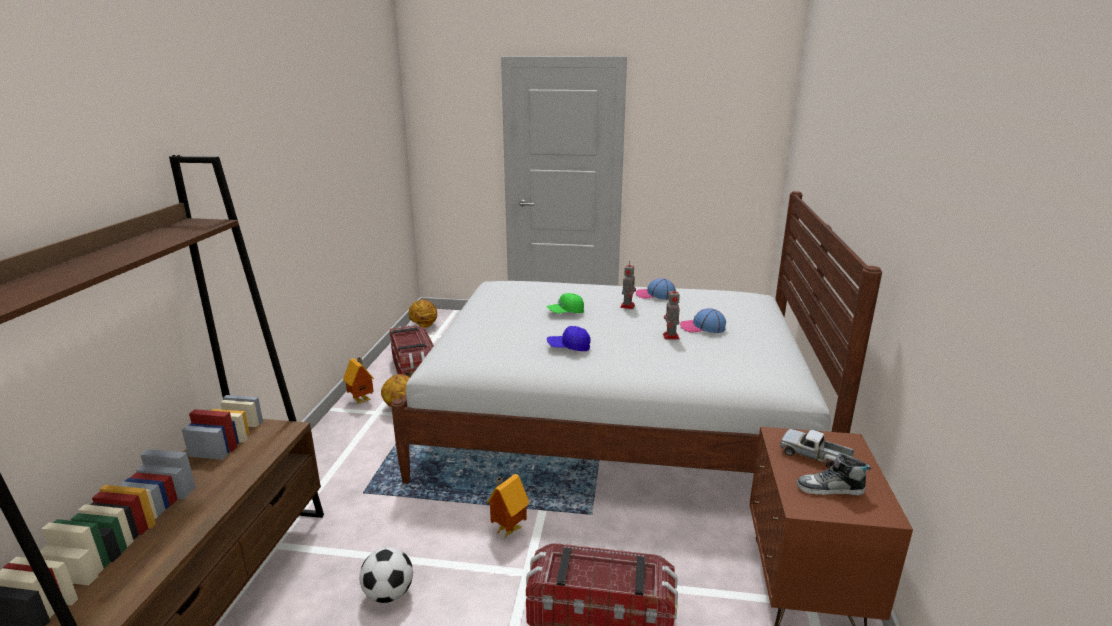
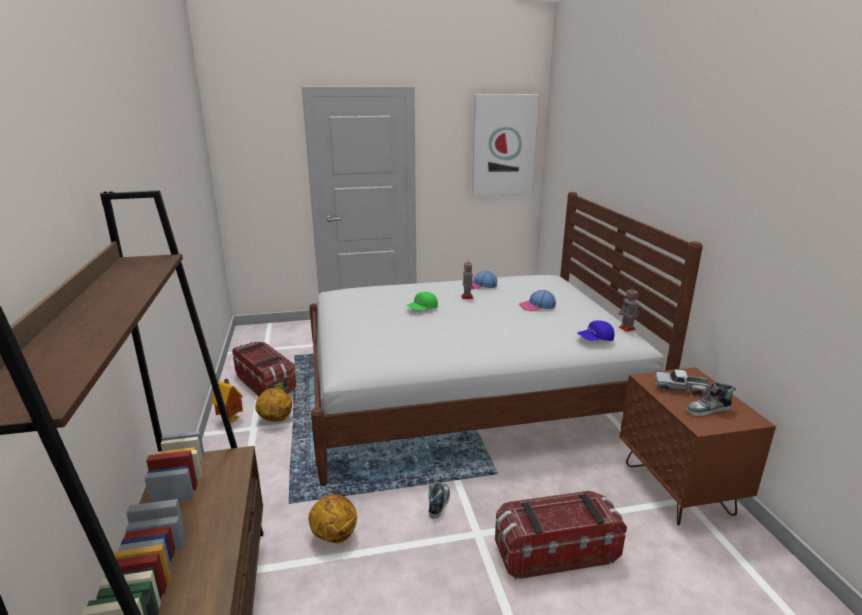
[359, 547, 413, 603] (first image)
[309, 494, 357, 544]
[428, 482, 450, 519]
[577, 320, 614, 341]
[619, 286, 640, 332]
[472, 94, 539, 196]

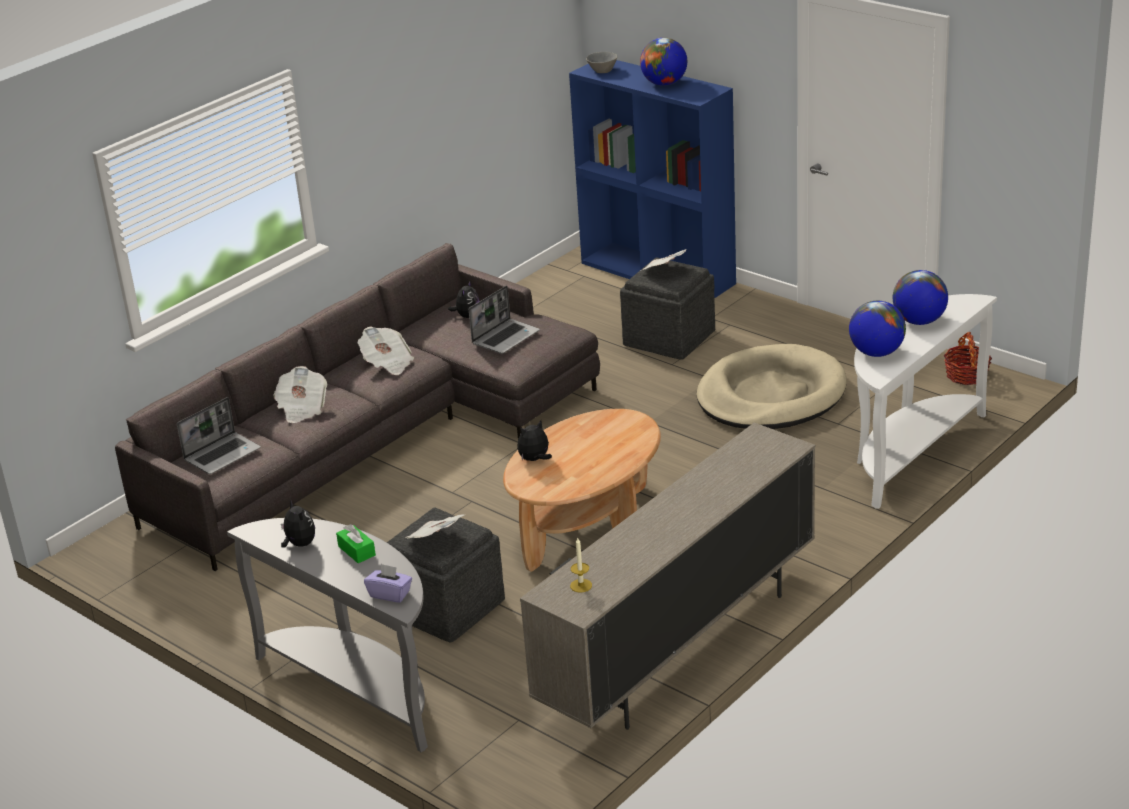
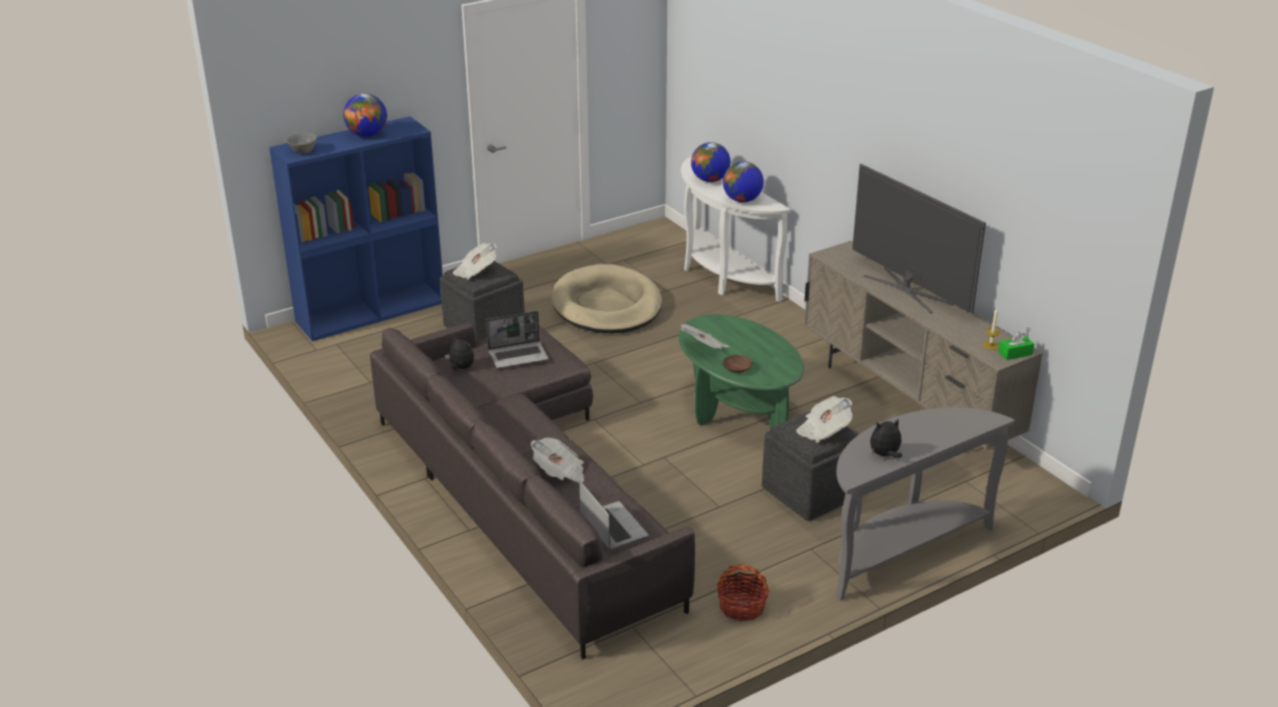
[998, 332, 1034, 360]
[680, 324, 729, 349]
[364, 564, 412, 603] (first image)
[486, 311, 549, 368]
[679, 314, 804, 429]
[723, 355, 752, 373]
[717, 564, 770, 621]
[852, 164, 986, 313]

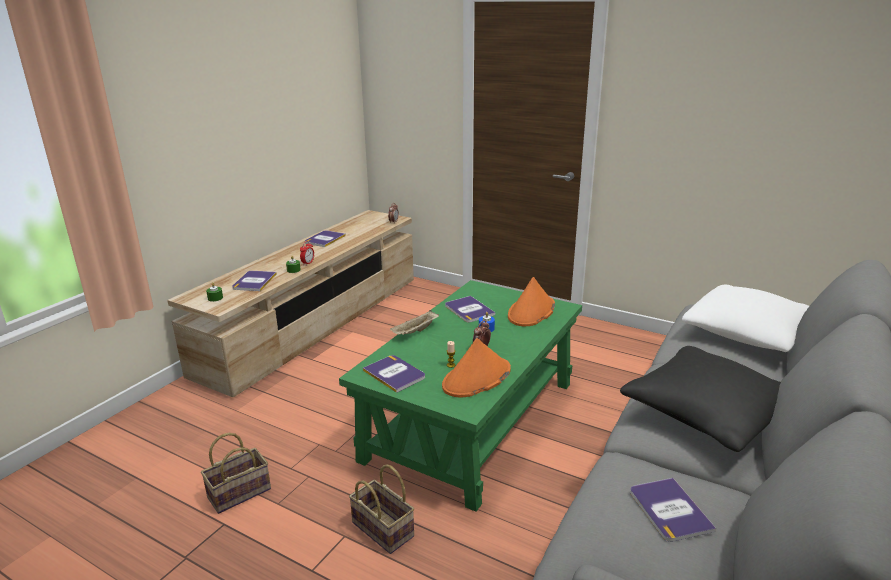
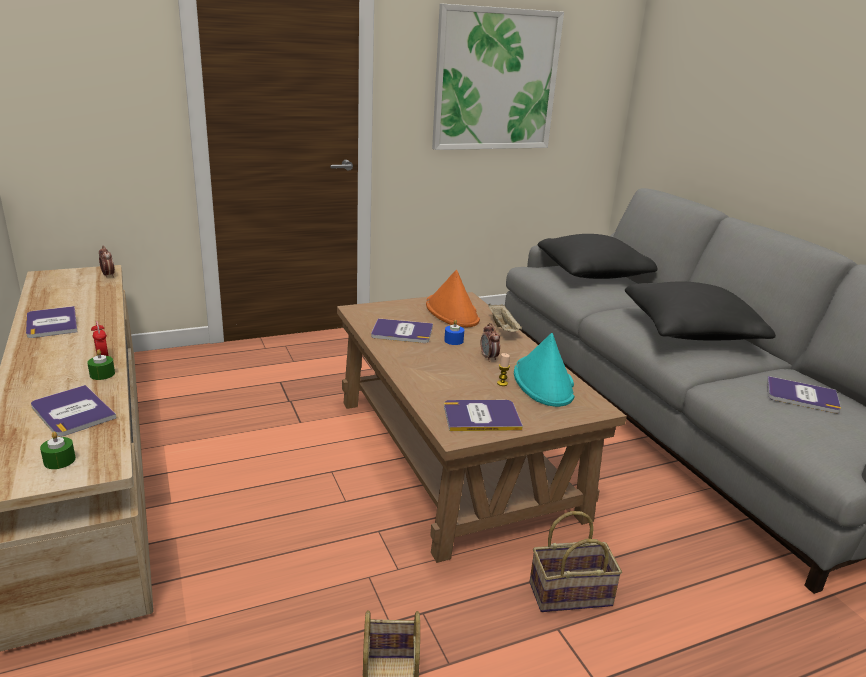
[337, 292, 627, 563]
[488, 303, 522, 332]
[514, 333, 574, 407]
[538, 234, 658, 279]
[432, 4, 564, 150]

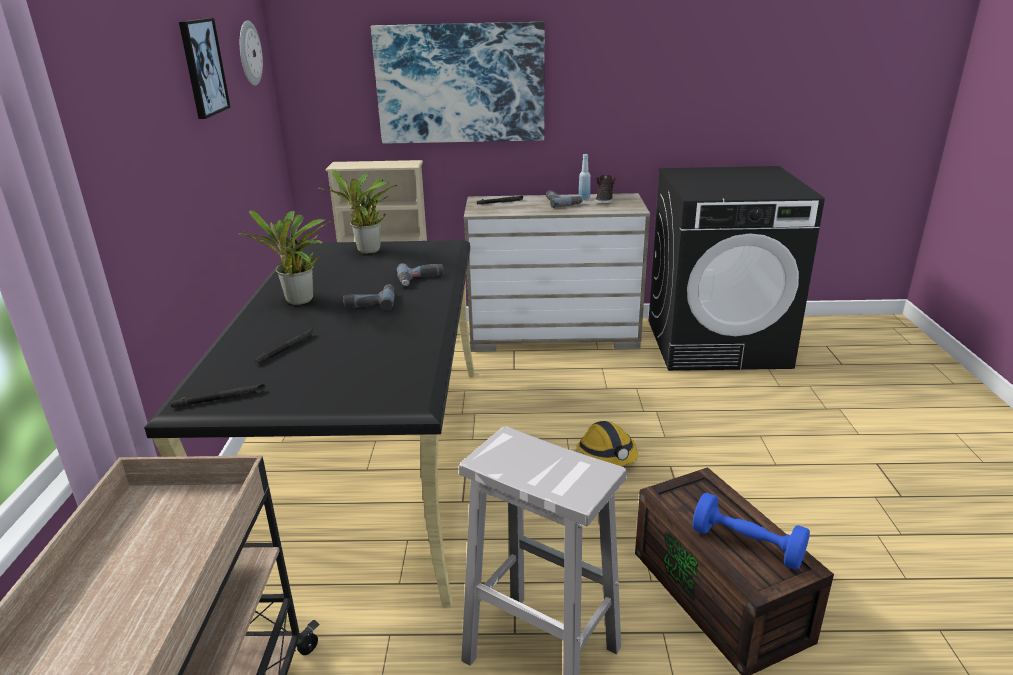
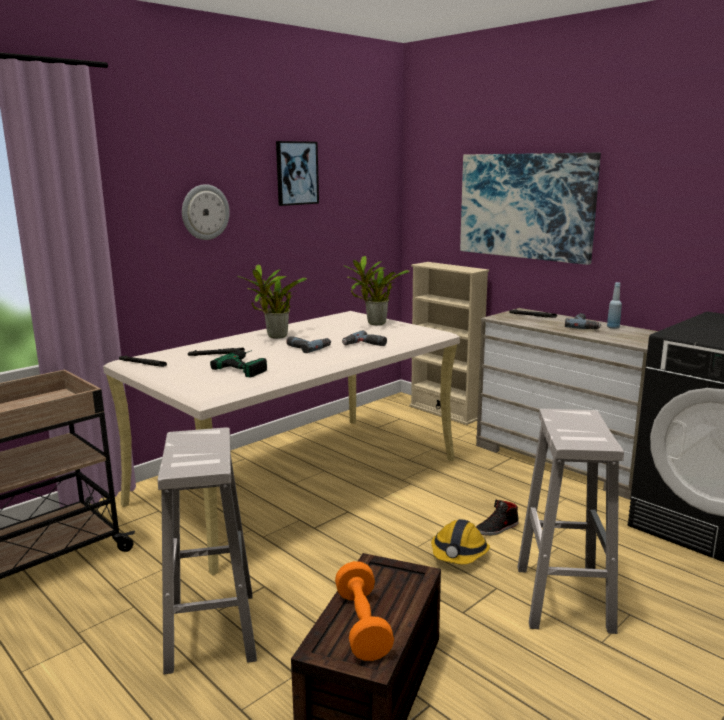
[103, 311, 460, 575]
[182, 184, 230, 240]
[476, 500, 519, 536]
[335, 561, 394, 661]
[210, 350, 267, 377]
[518, 409, 624, 634]

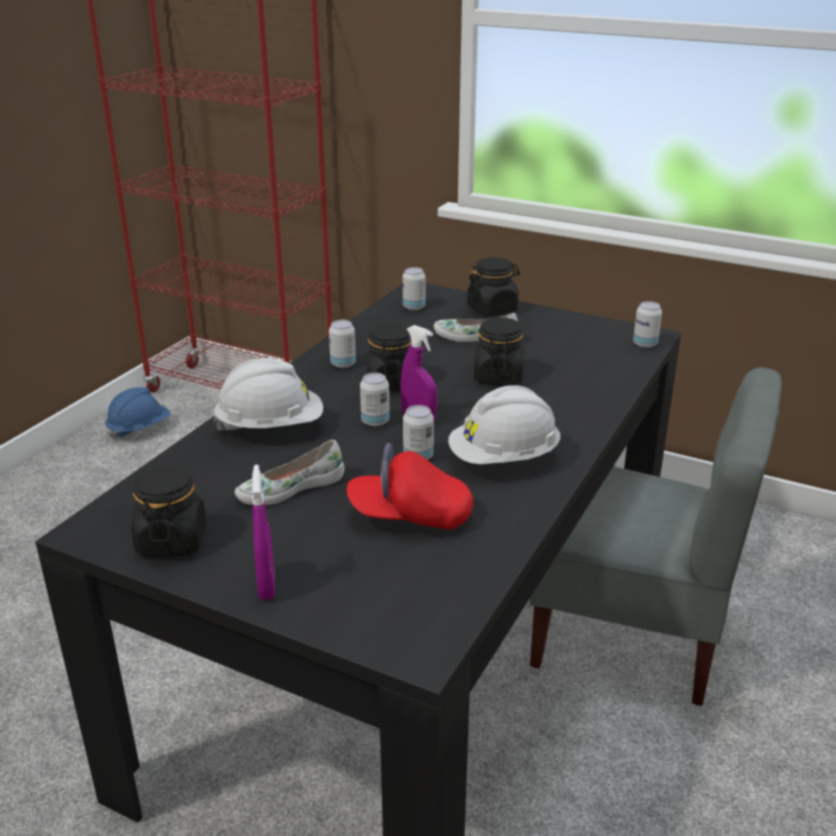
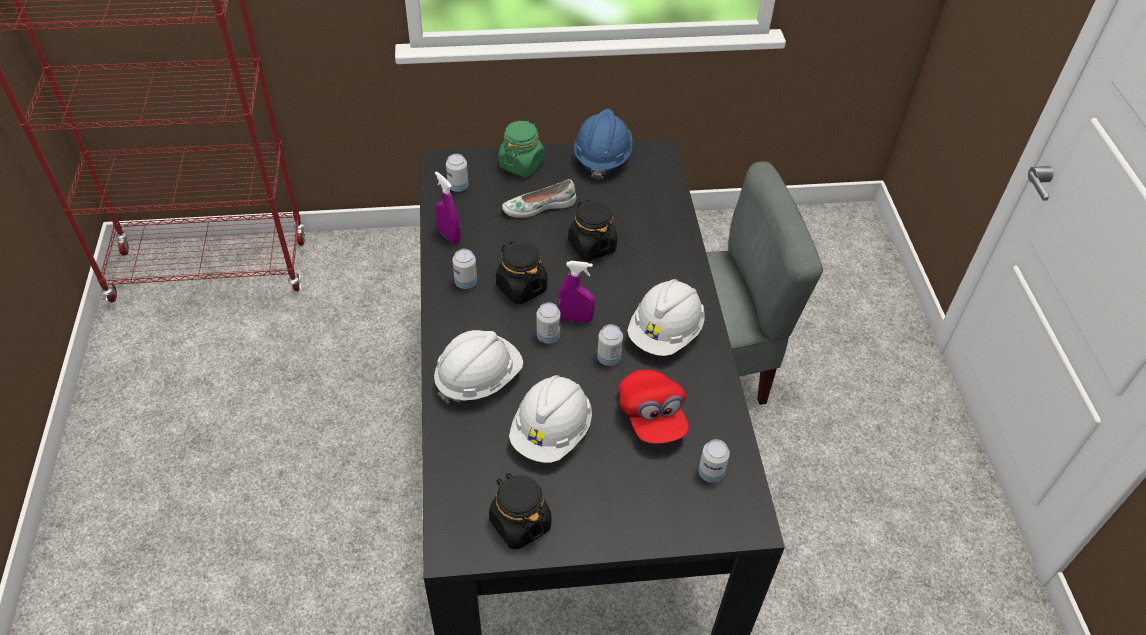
[574, 109, 633, 180]
[509, 375, 592, 463]
[435, 171, 461, 244]
[618, 370, 689, 444]
[499, 121, 545, 177]
[698, 439, 730, 483]

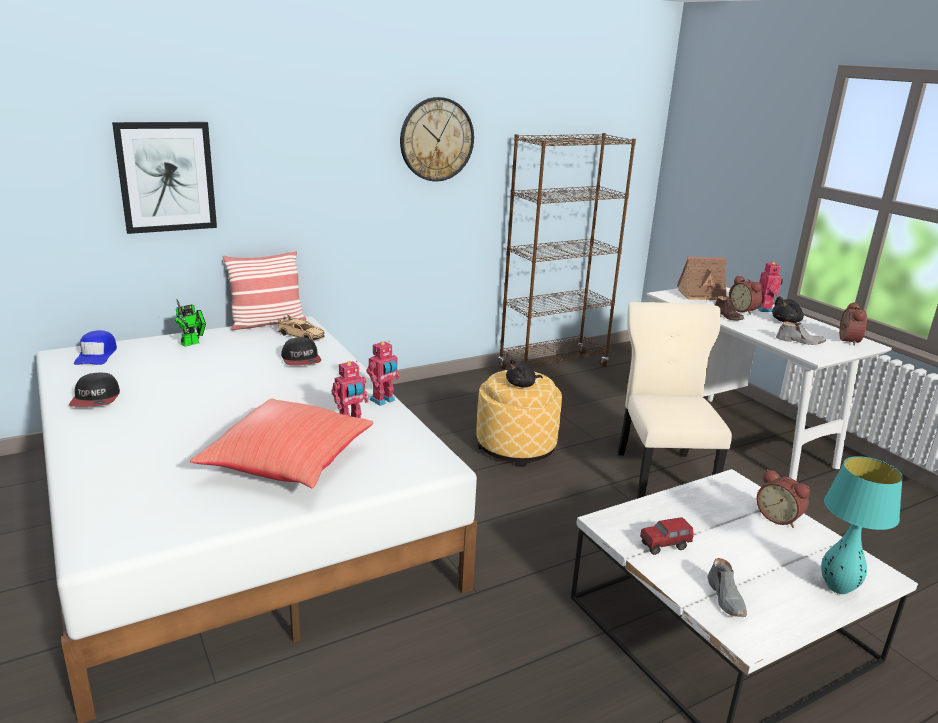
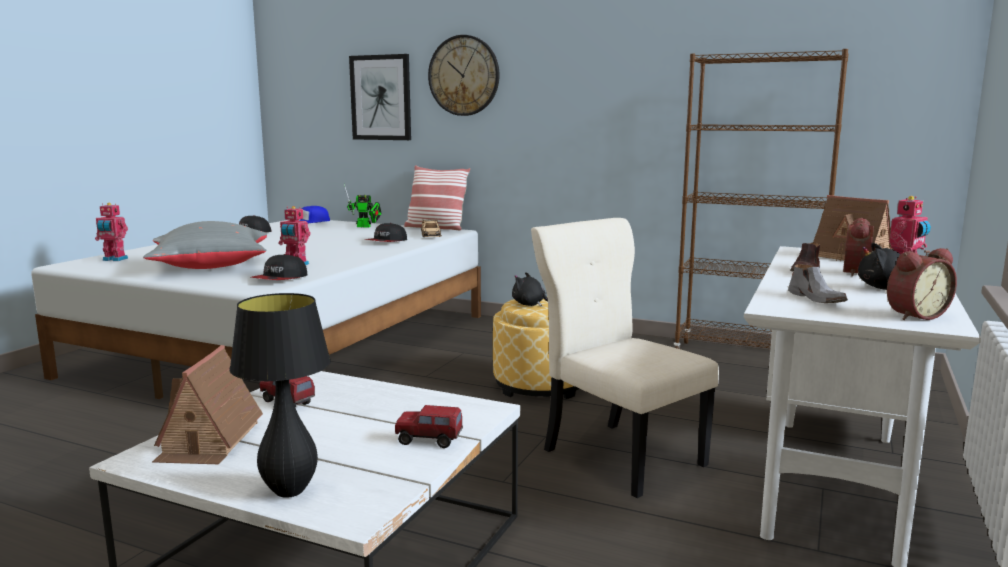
[143, 221, 267, 269]
[95, 203, 128, 261]
[428, 35, 500, 116]
[531, 218, 719, 498]
[152, 345, 263, 464]
[395, 405, 463, 448]
[229, 293, 331, 498]
[251, 254, 307, 280]

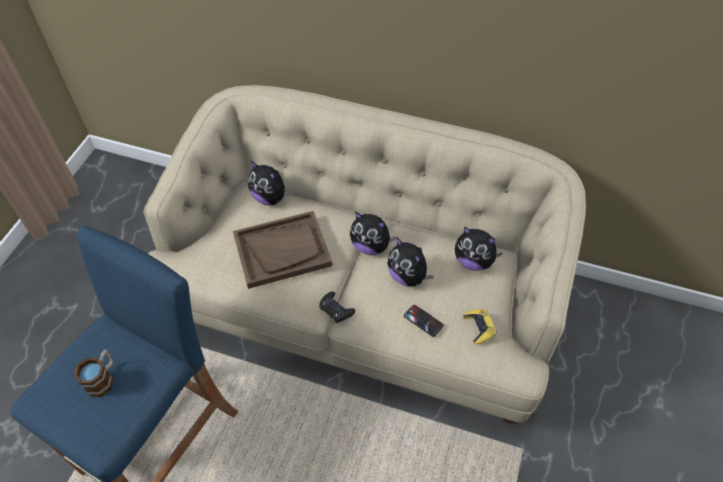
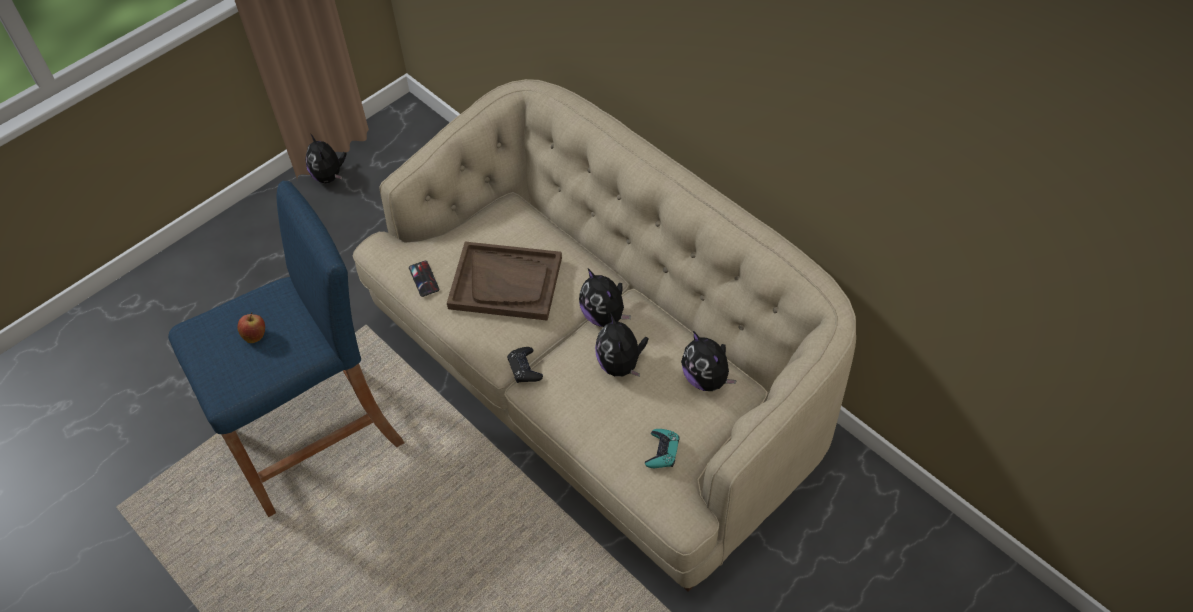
[237, 312, 265, 343]
[305, 134, 347, 183]
[409, 261, 439, 297]
[645, 429, 679, 468]

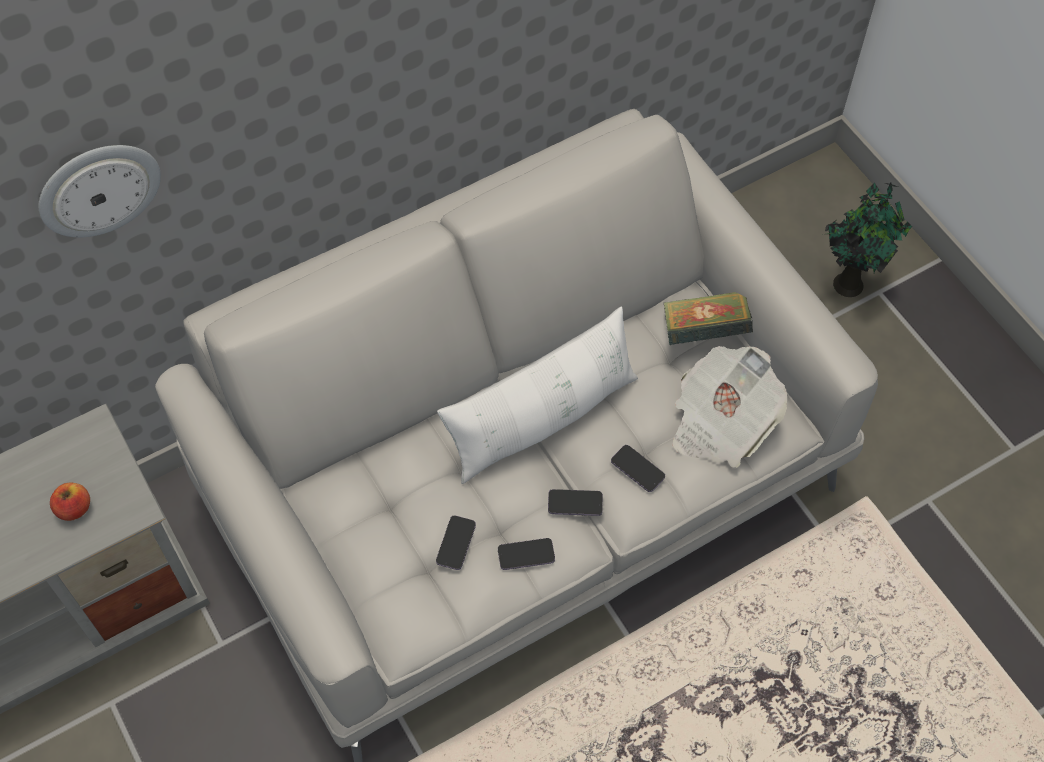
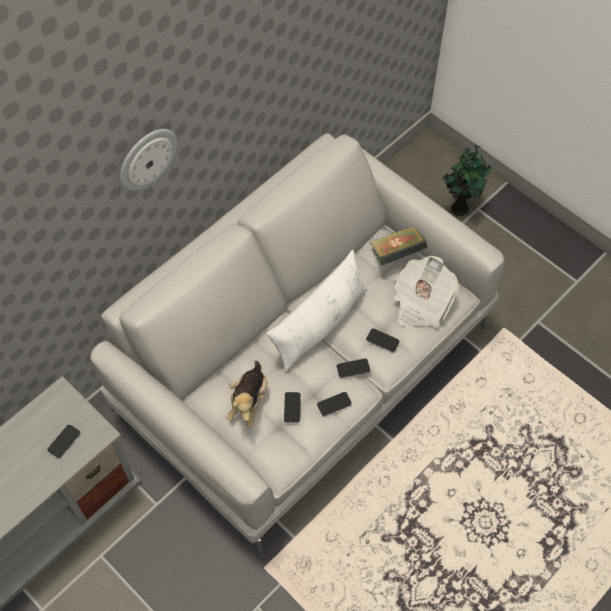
[120, 129, 177, 191]
[47, 425, 80, 458]
[227, 361, 267, 428]

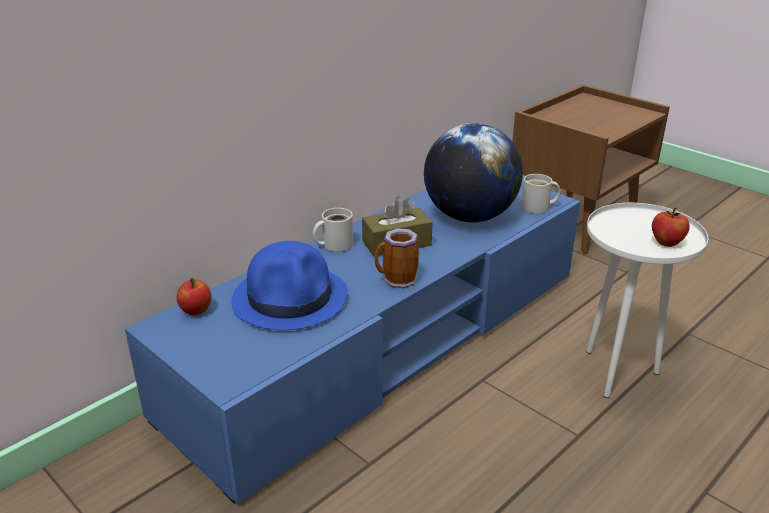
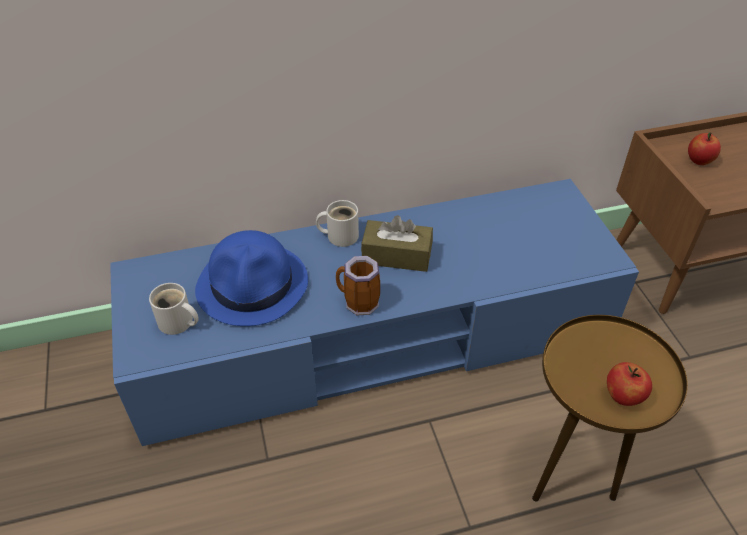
[688, 132, 721, 165]
[424, 123, 523, 222] (first image)
[149, 283, 199, 335]
[532, 315, 688, 501]

